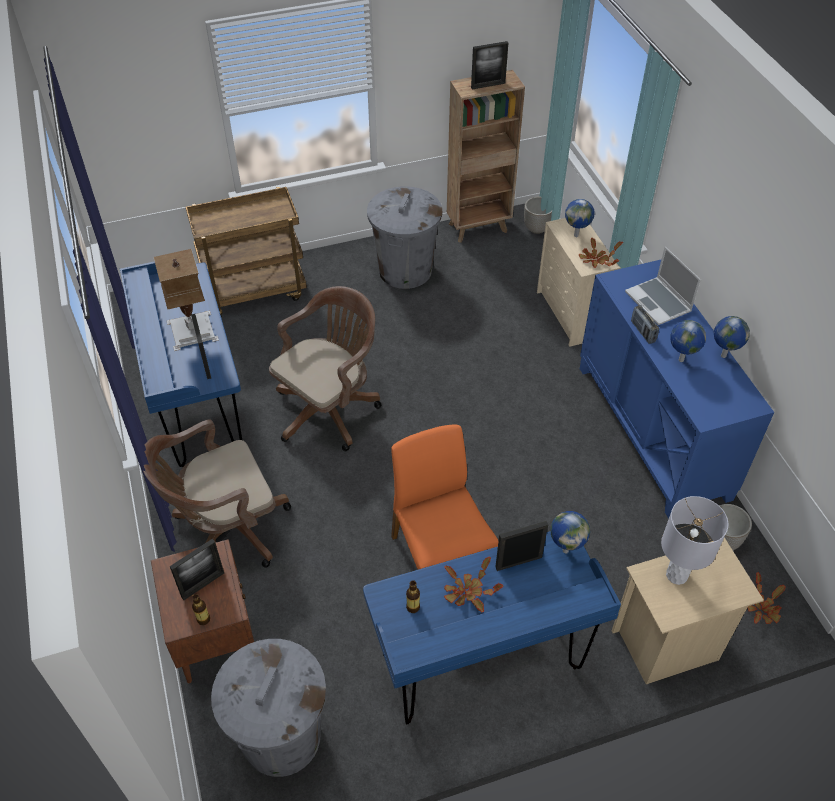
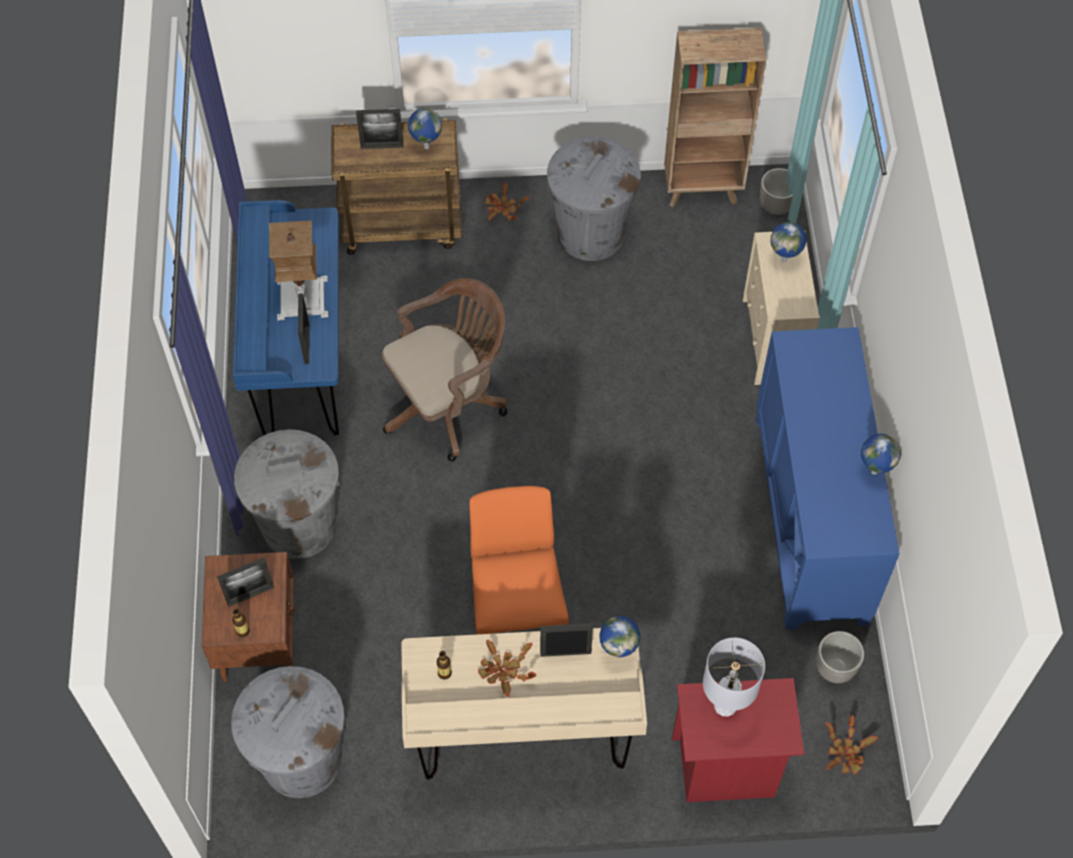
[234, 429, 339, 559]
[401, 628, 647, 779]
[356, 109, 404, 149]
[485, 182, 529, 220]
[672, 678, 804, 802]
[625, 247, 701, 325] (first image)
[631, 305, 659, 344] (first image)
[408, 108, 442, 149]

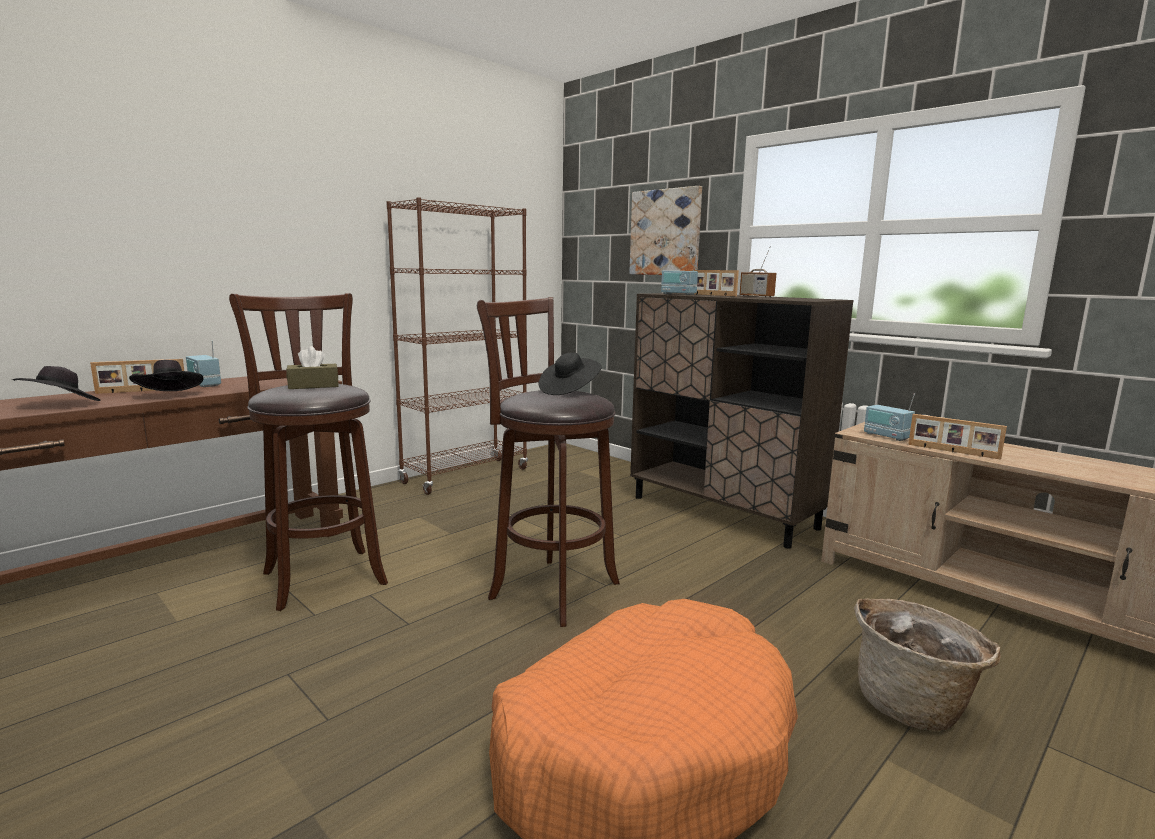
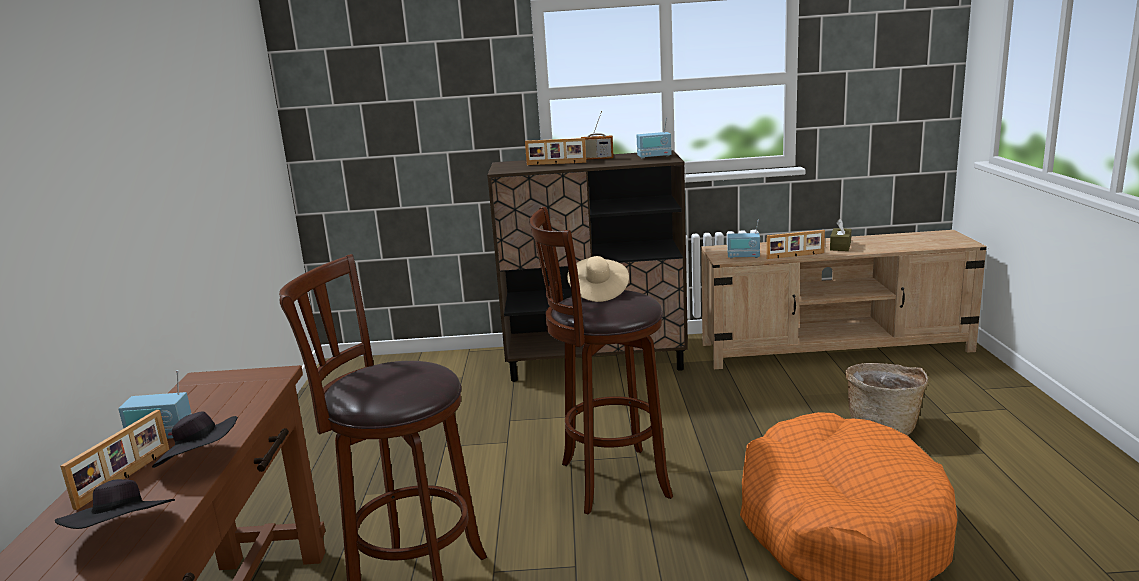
[830, 219, 852, 251]
[386, 197, 528, 495] (first image)
[567, 256, 629, 302]
[629, 186, 702, 275] (first image)
[637, 117, 672, 159]

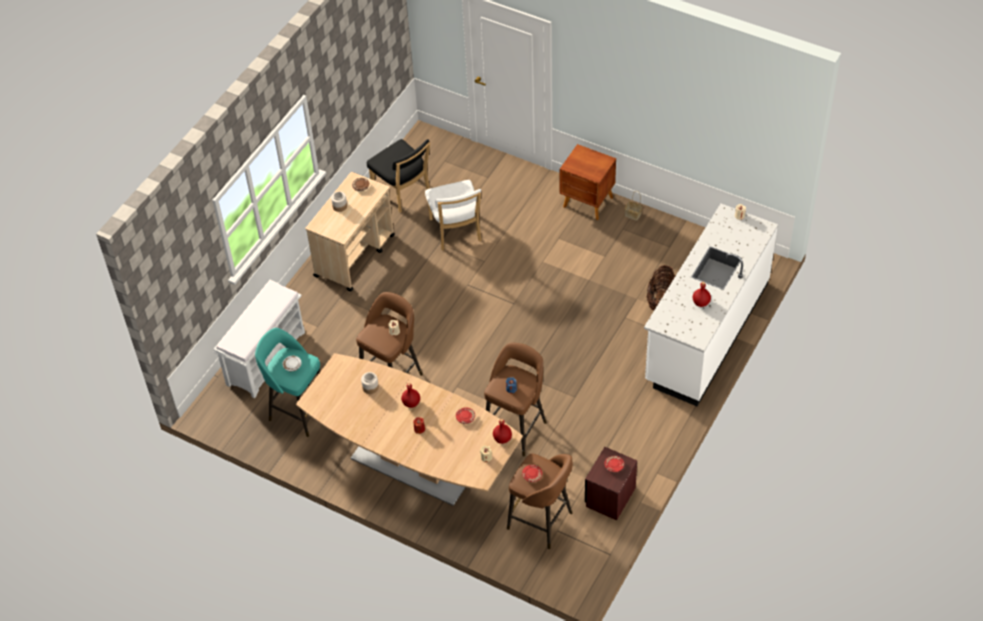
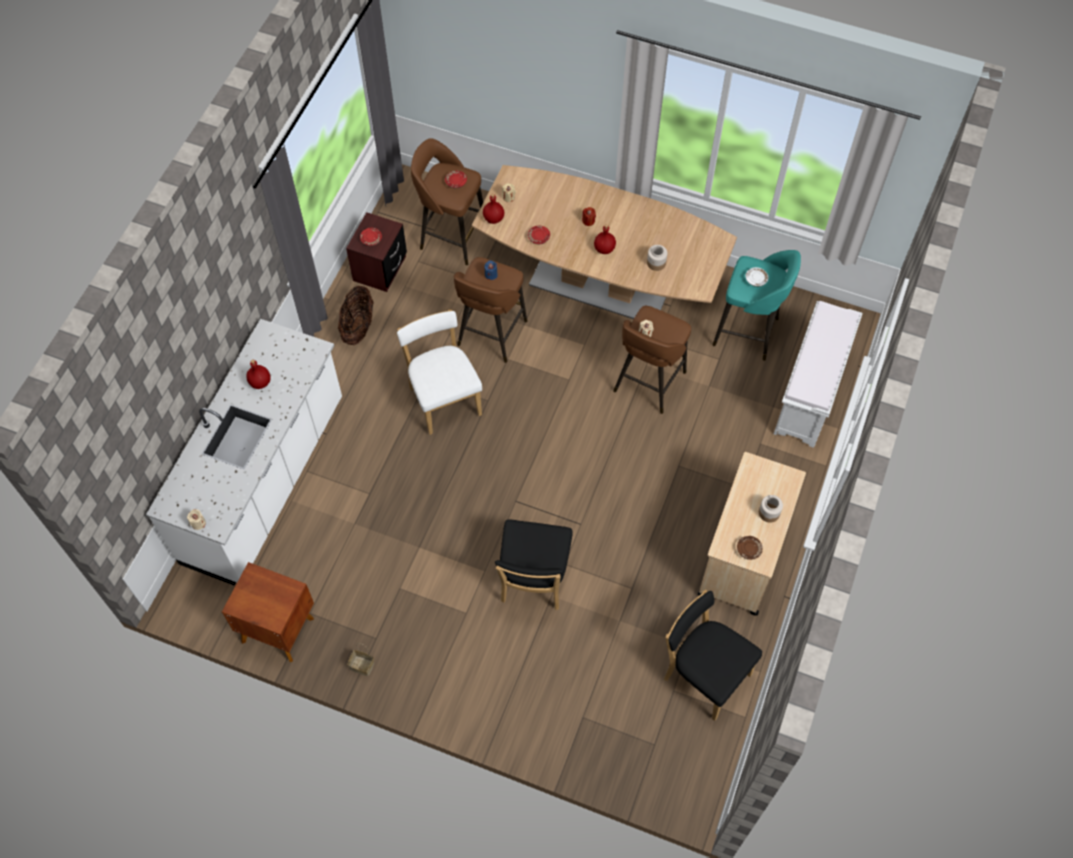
[397, 310, 482, 435]
[222, 562, 314, 662]
[338, 286, 373, 345]
[495, 520, 573, 610]

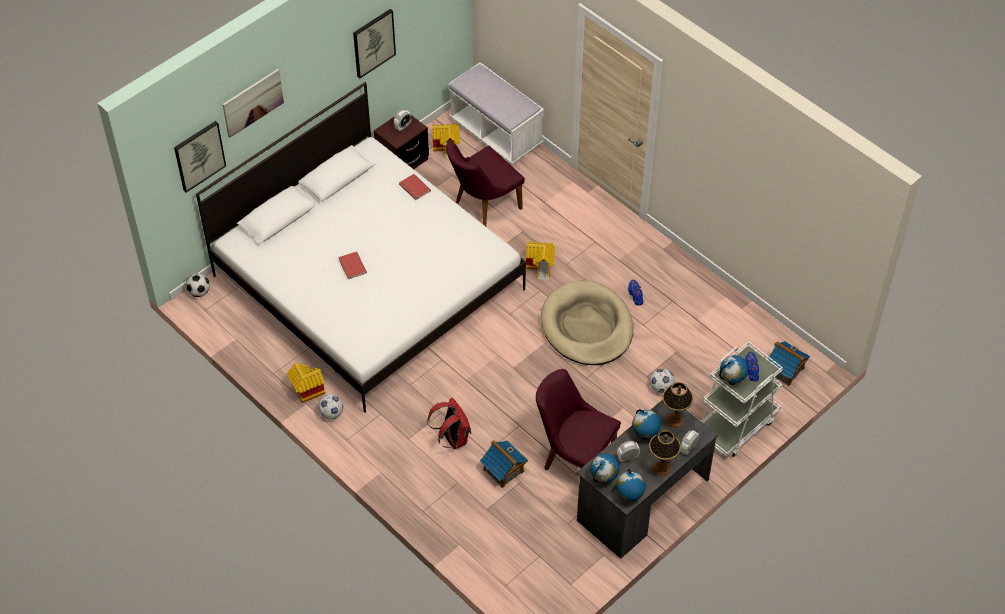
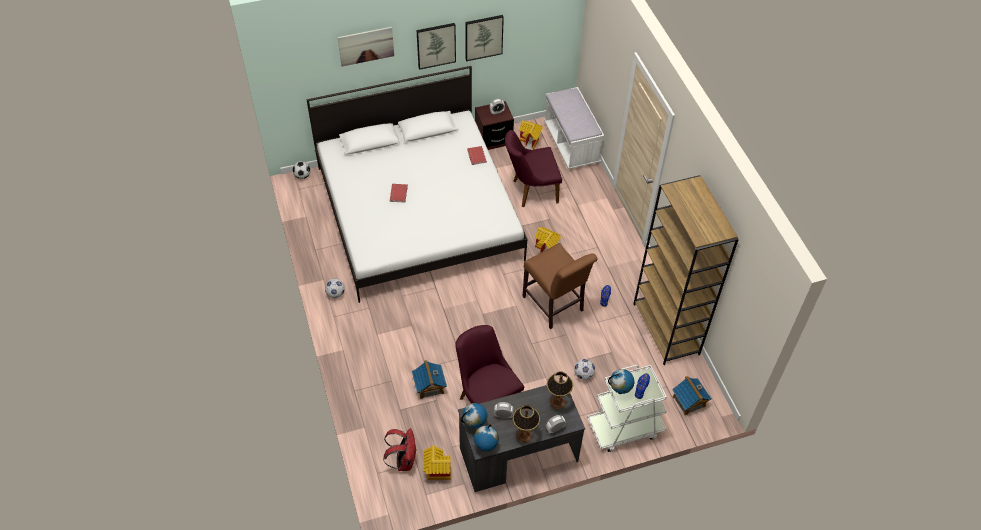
[417, 23, 456, 70]
[423, 445, 451, 480]
[383, 428, 416, 471]
[522, 243, 598, 329]
[632, 409, 661, 439] (first image)
[633, 175, 739, 365]

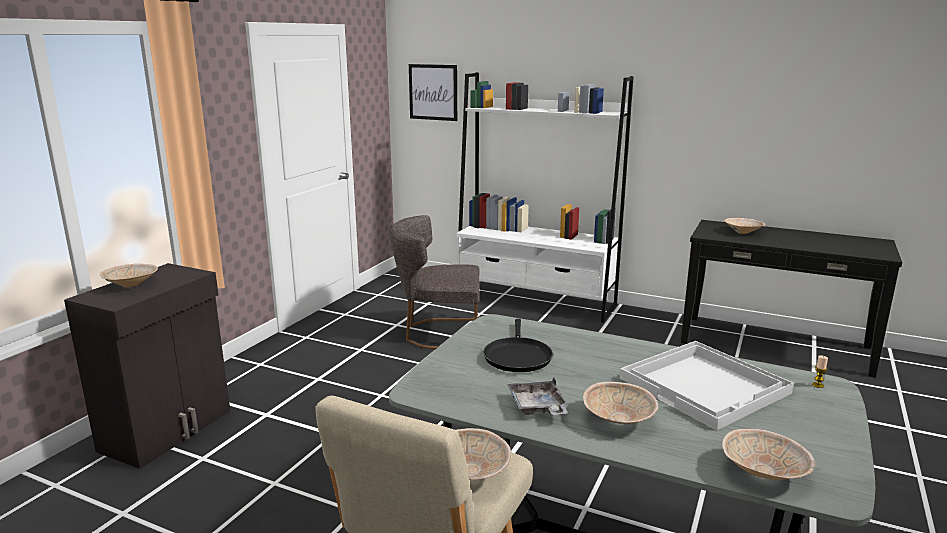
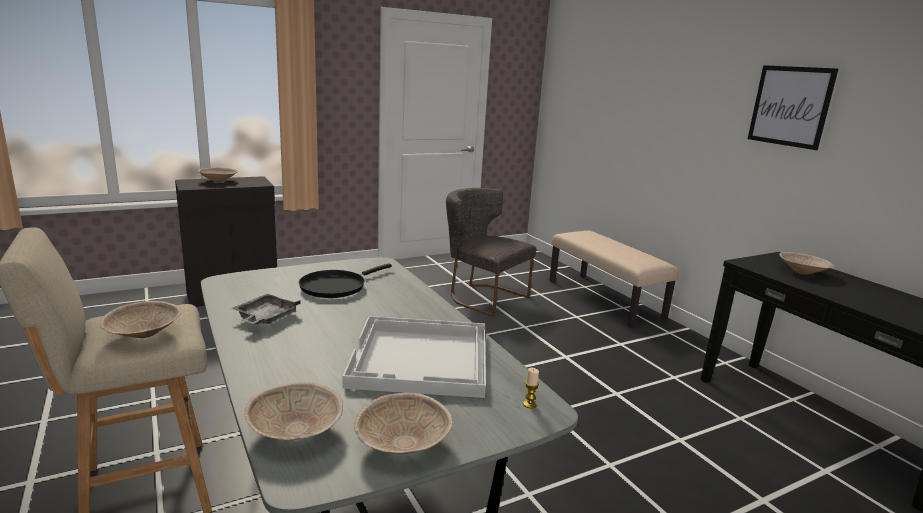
[748, 65, 838, 150]
[549, 231, 679, 328]
[354, 392, 453, 454]

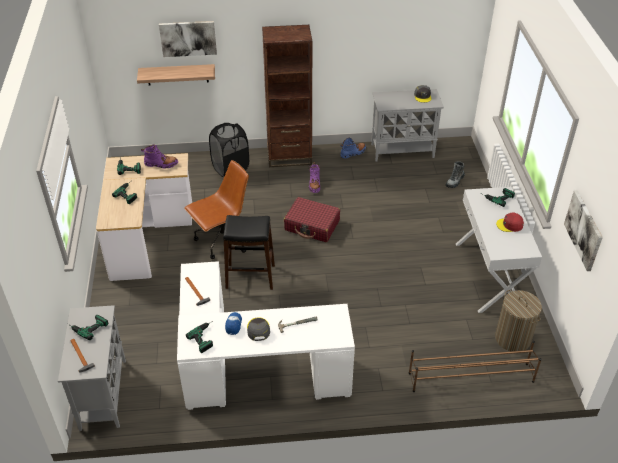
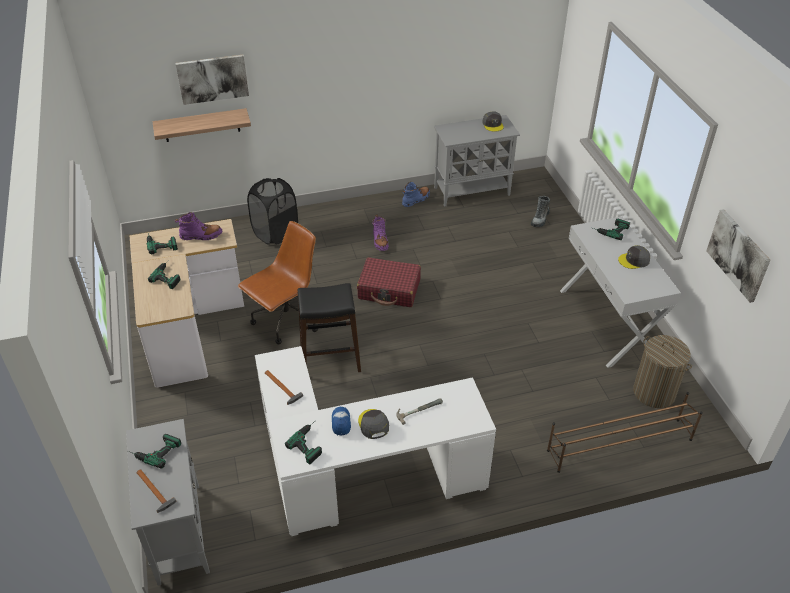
[262, 25, 312, 167] (first image)
[618, 245, 650, 269]

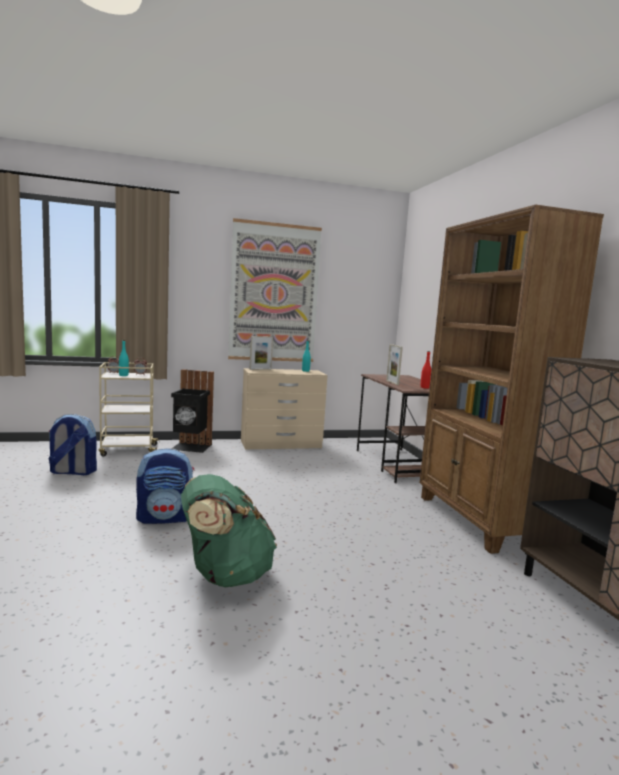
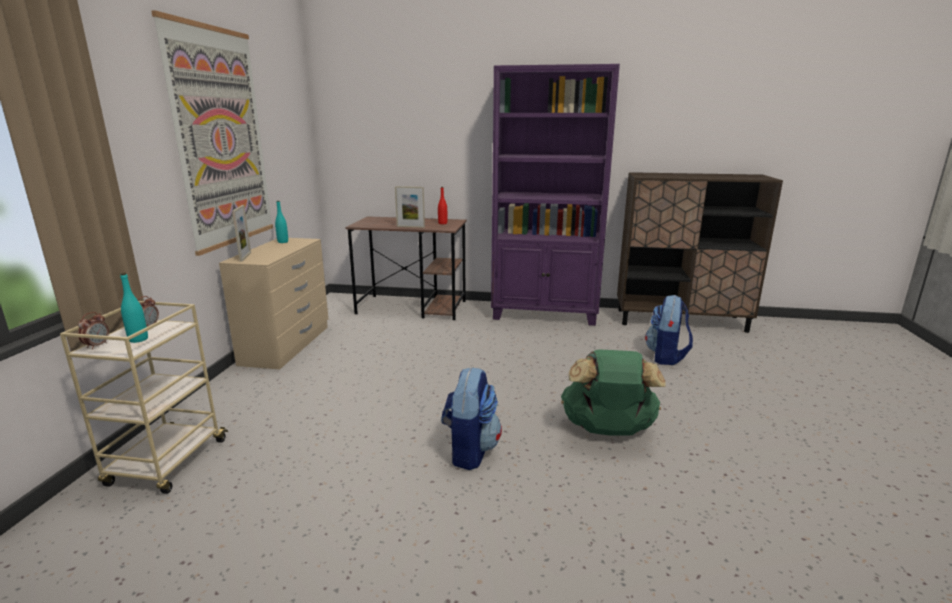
[645, 295, 693, 365]
[171, 369, 214, 453] (first image)
[491, 64, 620, 326]

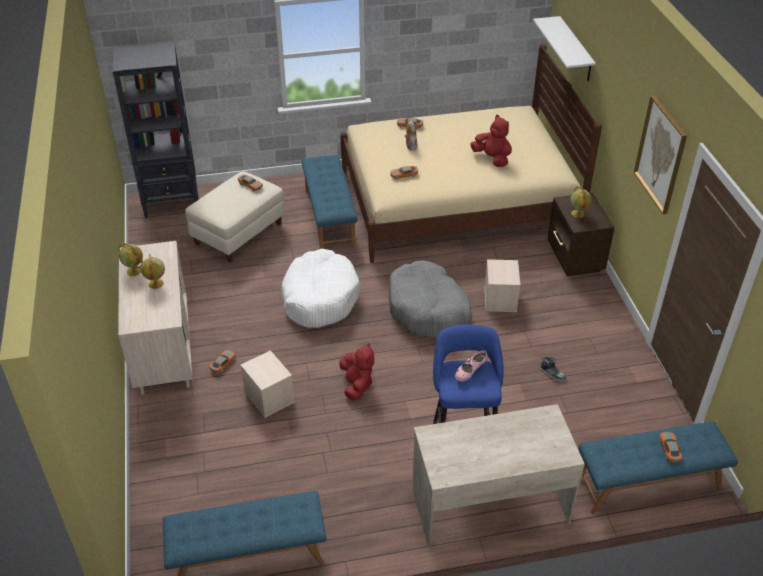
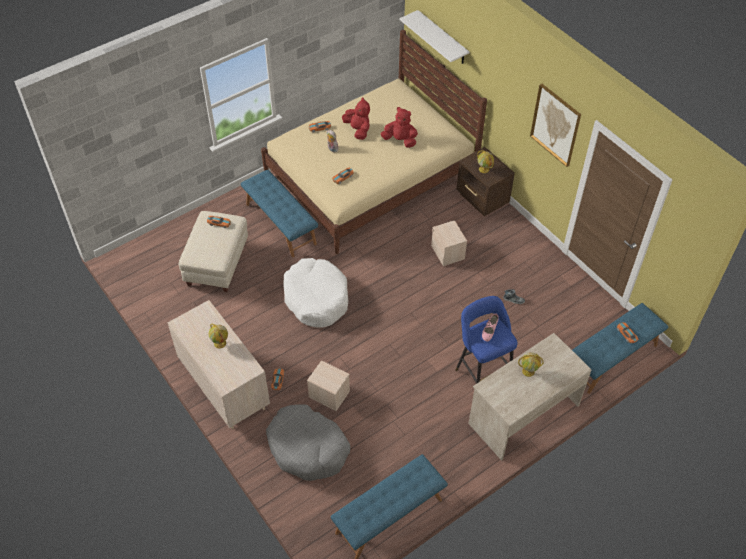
[113, 42, 198, 218] (first image)
[518, 352, 544, 377]
[342, 97, 370, 140]
[266, 404, 350, 481]

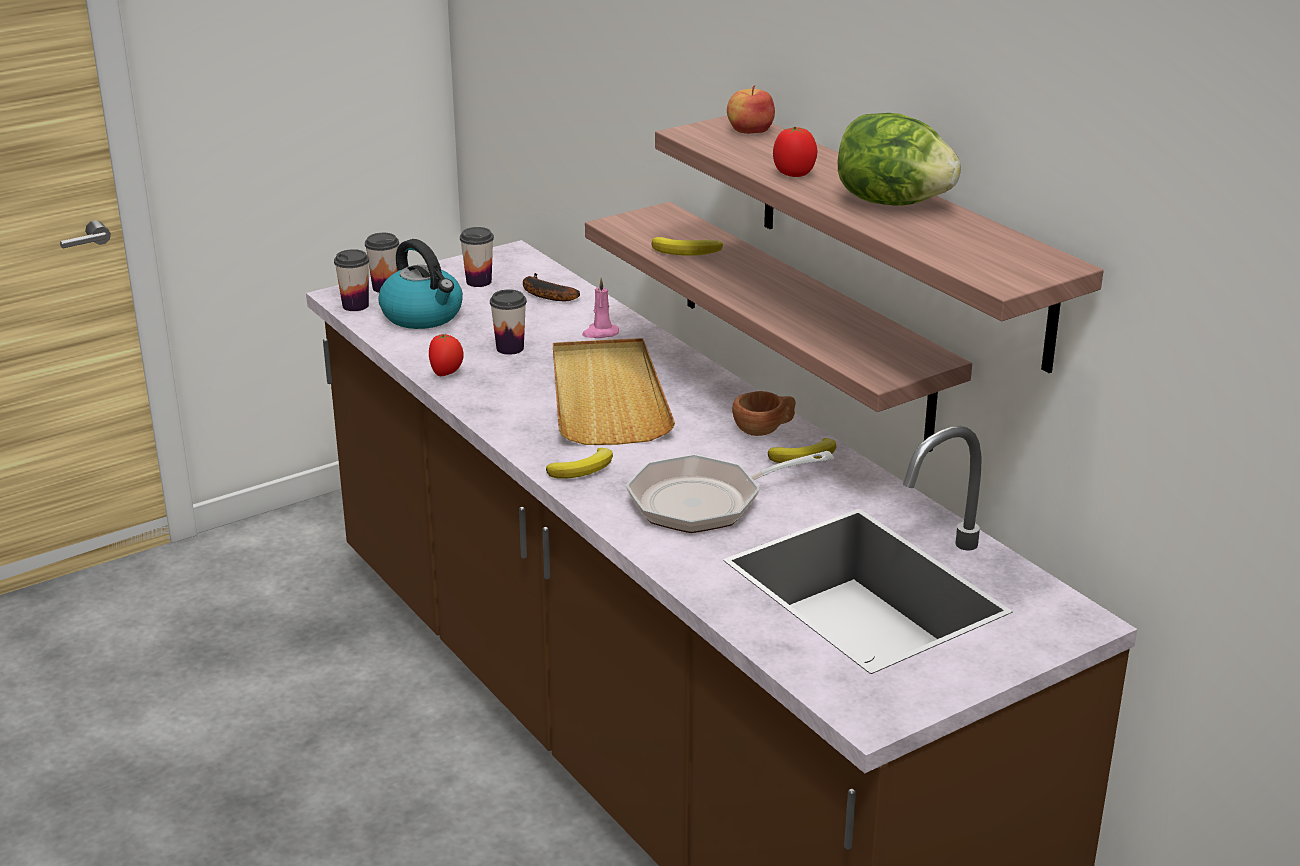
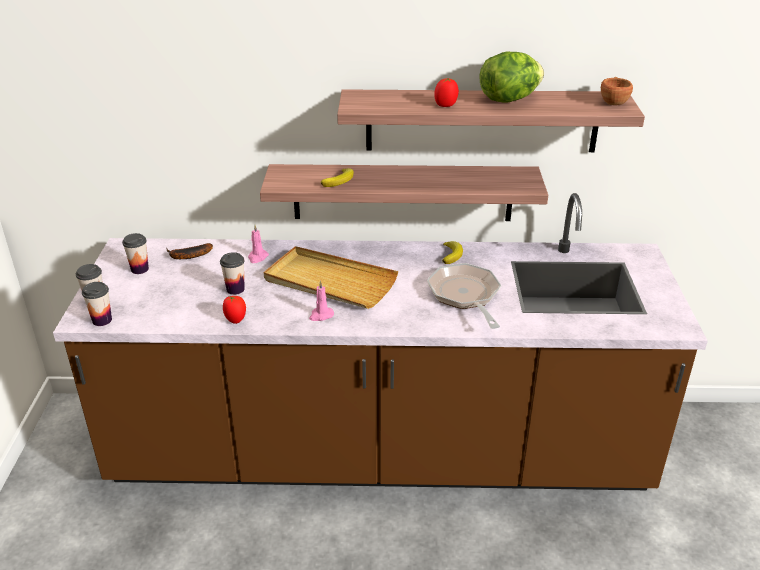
[378, 239, 463, 329] (first image)
[546, 448, 613, 479] (first image)
[427, 263, 501, 329]
[727, 85, 775, 134] (first image)
[601, 77, 633, 105]
[309, 280, 334, 321]

